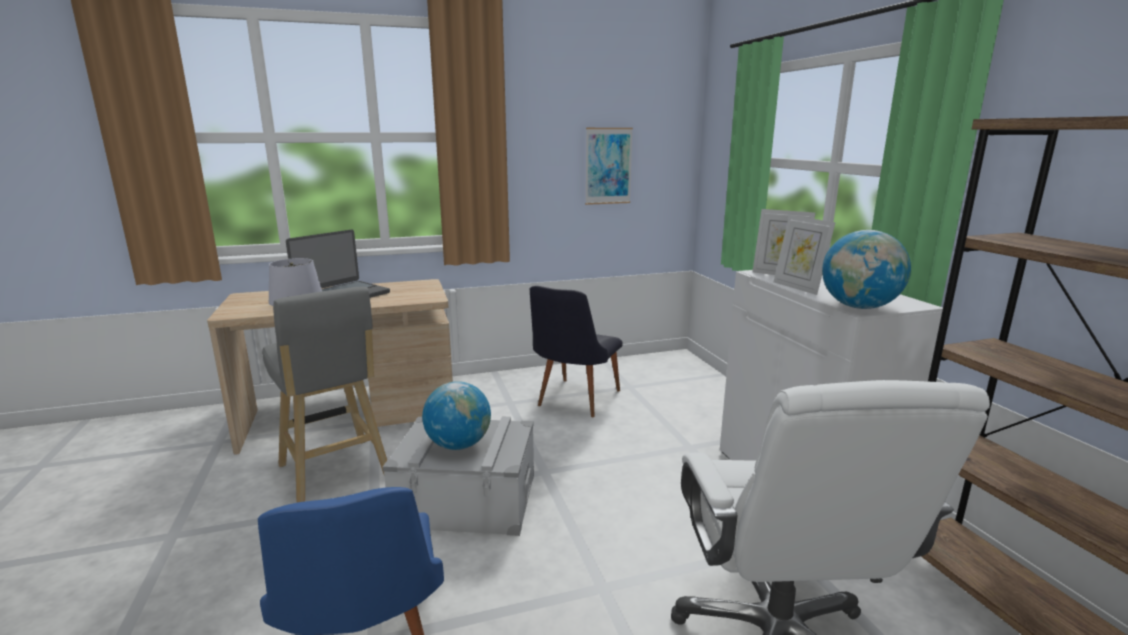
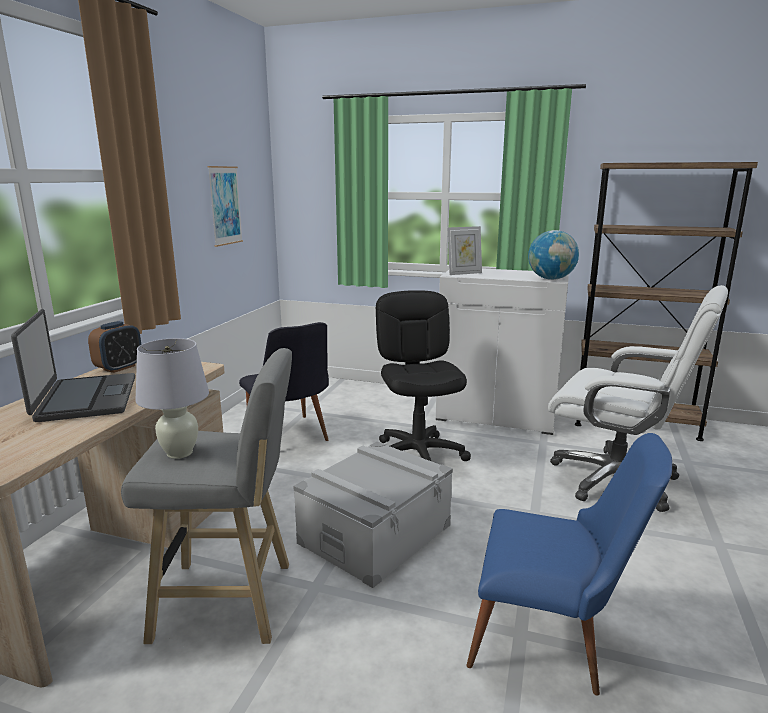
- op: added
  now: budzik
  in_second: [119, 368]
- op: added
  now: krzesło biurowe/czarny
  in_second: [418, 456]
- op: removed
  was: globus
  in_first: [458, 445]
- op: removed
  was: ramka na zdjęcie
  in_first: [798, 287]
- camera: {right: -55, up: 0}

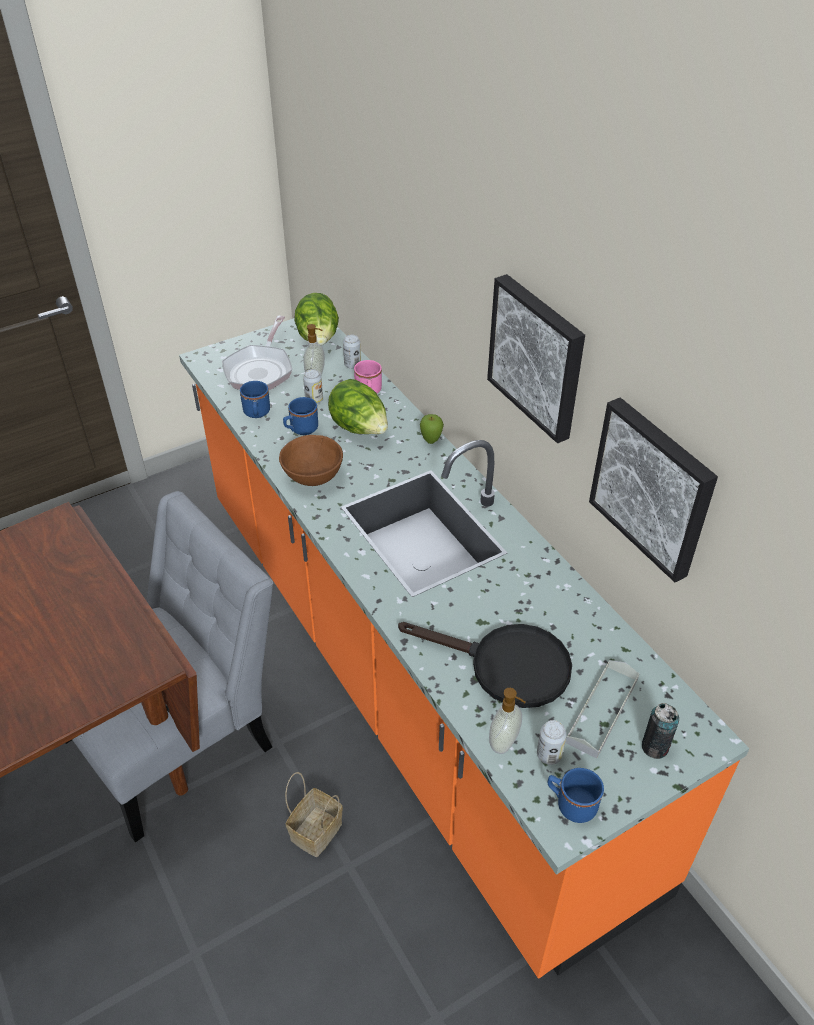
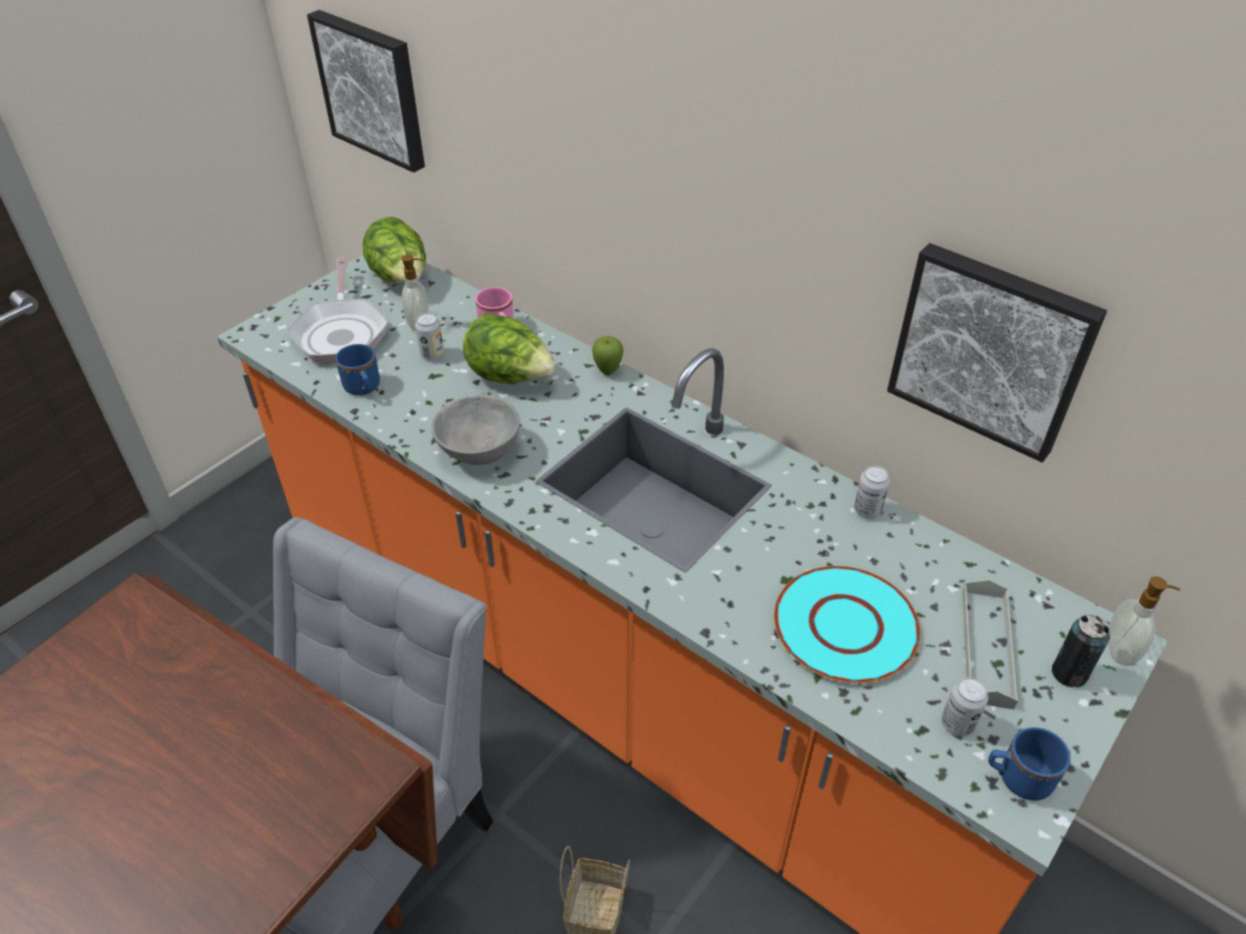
- op: moved
  was: obraz
  in_first: [538, 356]
  in_second: [373, 89]
- op: recoloured
  was: miska/brązowy
  now: miska/szary
  in_first: [312, 477]
  in_second: [478, 452]
- op: replaced
  was: patelnia/czarny
  now: talerz/turkusowy
  in_first: [506, 666]
  in_second: [846, 626]
- op: moved
  was: puszka
  in_first: [352, 365]
  in_second: [867, 510]
- op: moved
  was: dozownik mydła
  in_first: [505, 742]
  in_second: [1121, 651]
- op: removed
  was: kubek/niebieski
  in_first: [300, 429]
- camera: {right: -20, up: 0}

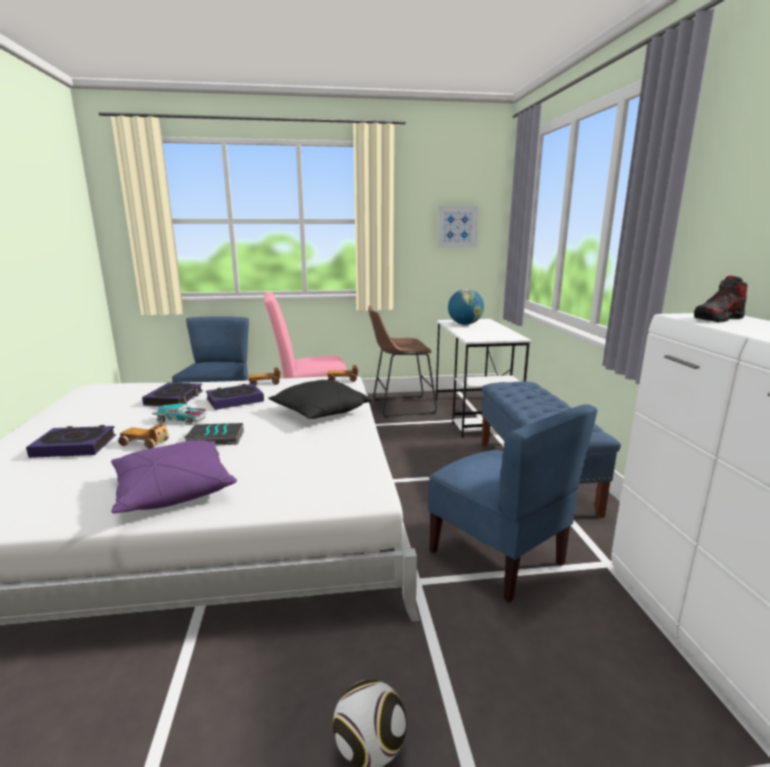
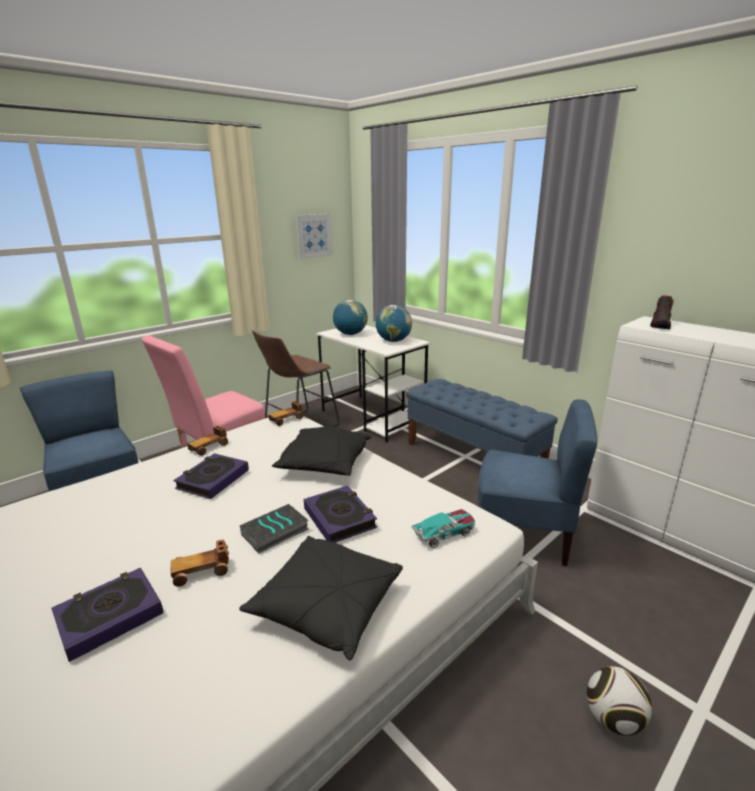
- op: recoloured
  was: poduszka/fioletowy
  now: poduszka/czarny
  in_first: [173, 490]
  in_second: [326, 606]
- op: moved
  was: książka
  in_first: [174, 398]
  in_second: [340, 518]
- op: added
  now: globus
  in_second: [393, 341]
- op: moved
  was: samochodzik
  in_first: [182, 420]
  in_second: [444, 533]
- camera: {right: -35, up: 5}

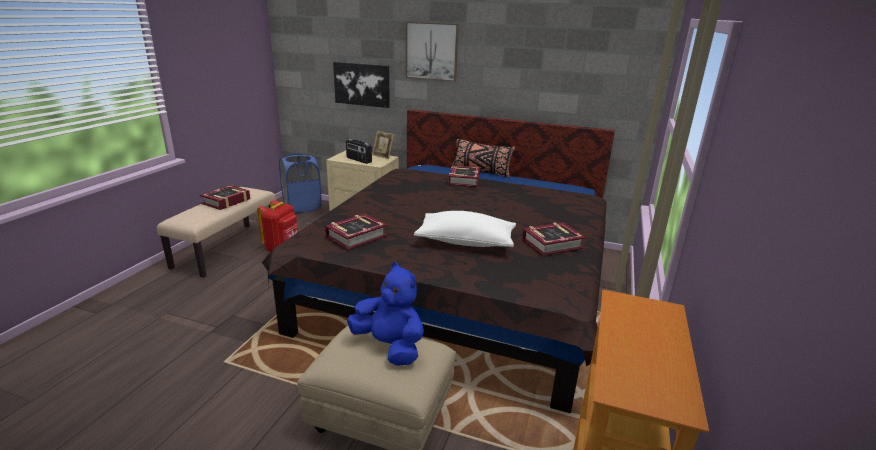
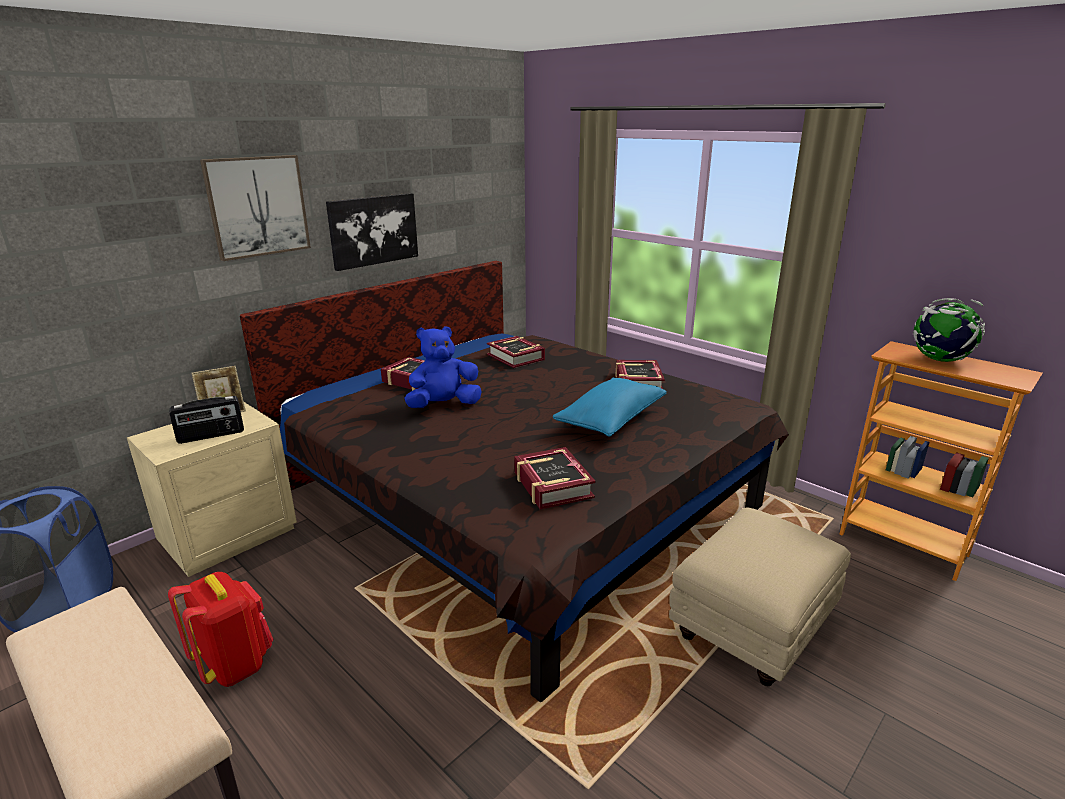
- op: moved
  was: obraz
  in_first: [362, 84]
  in_second: [373, 230]
- op: moved
  was: pluszak/niebieski
  in_first: [390, 346]
  in_second: [443, 405]
- op: moved
  was: książka
  in_first: [226, 201]
  in_second: [516, 357]
- op: recoloured
  was: poduszka/biały
  now: poduszka/niebieski
  in_first: [465, 242]
  in_second: [611, 420]
- op: added
  now: globus
  in_second: [939, 360]
- op: removed
  was: poduszka/czarny
  in_first: [481, 171]
- camera: {right: -65, up: 0}

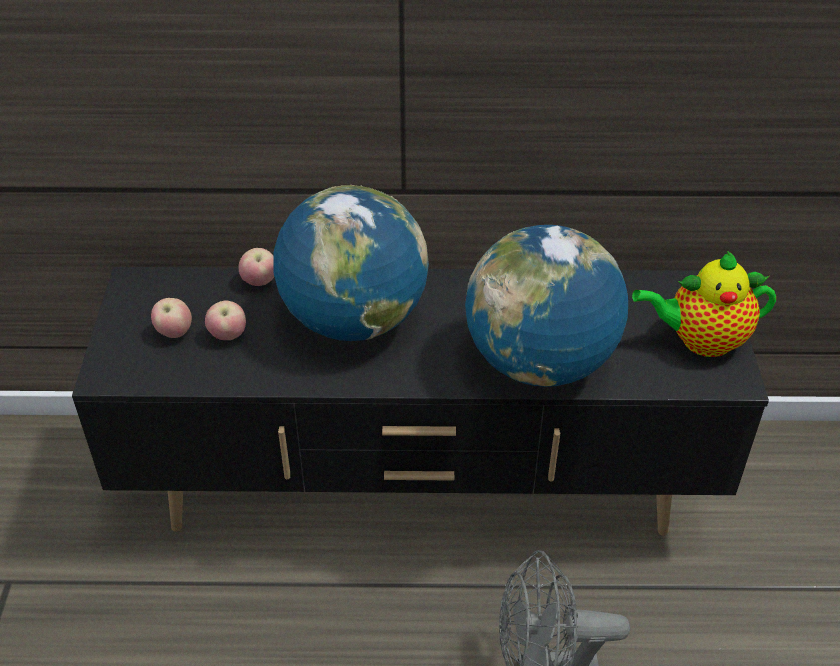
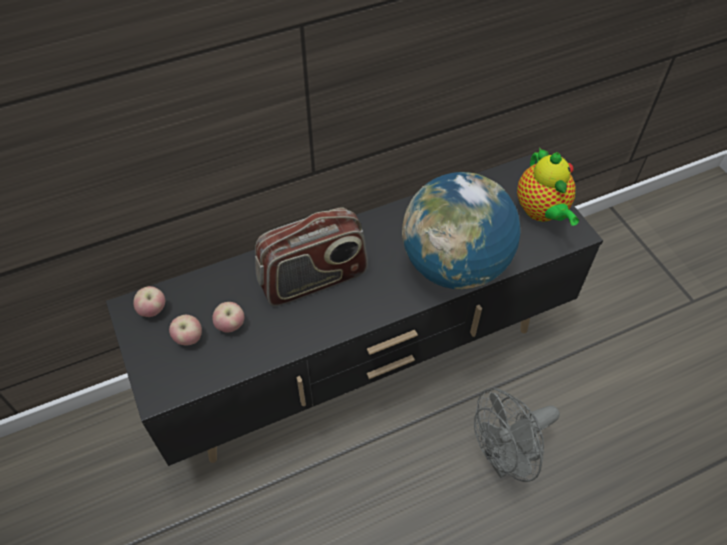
- op: moved
  was: jabłko
  in_first: [259, 282]
  in_second: [153, 310]
- op: replaced
  was: globus
  now: radio
  in_first: [354, 320]
  in_second: [313, 280]
- op: turned
  was: imbryk
  in_first: [700, 340]
  in_second: [542, 212]
  clockwise: -75
- camera: {right: -25, up: 10}

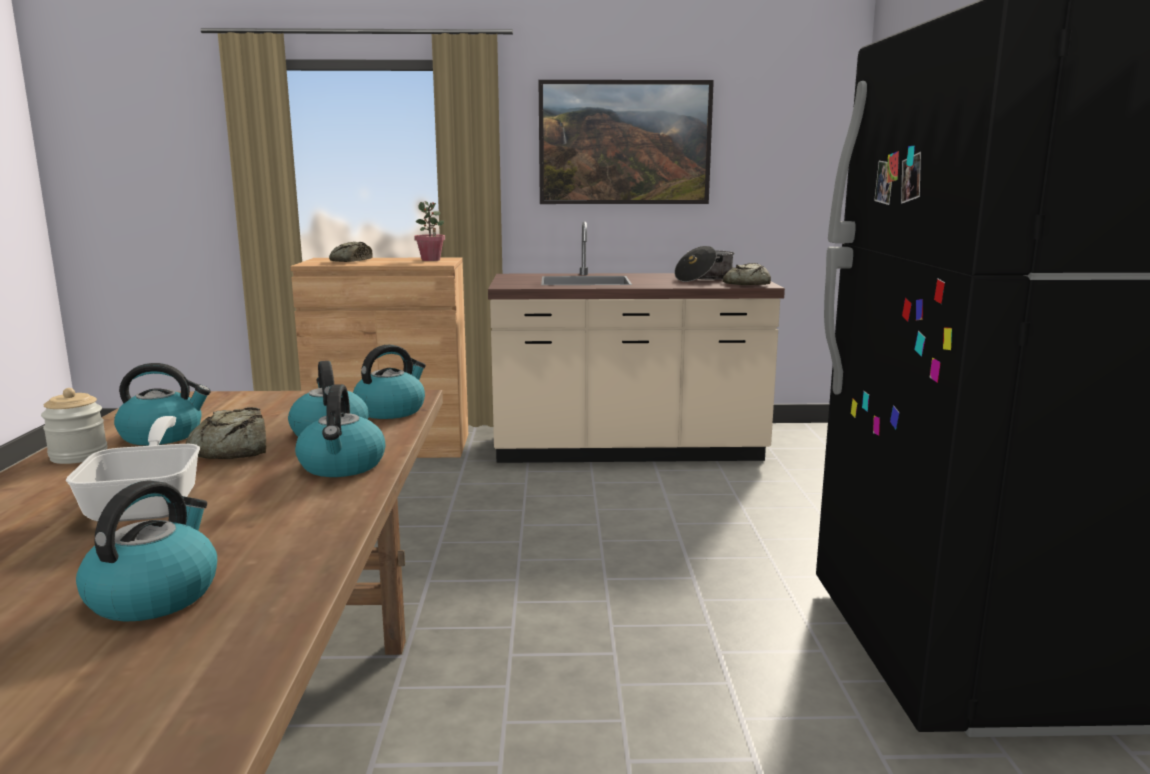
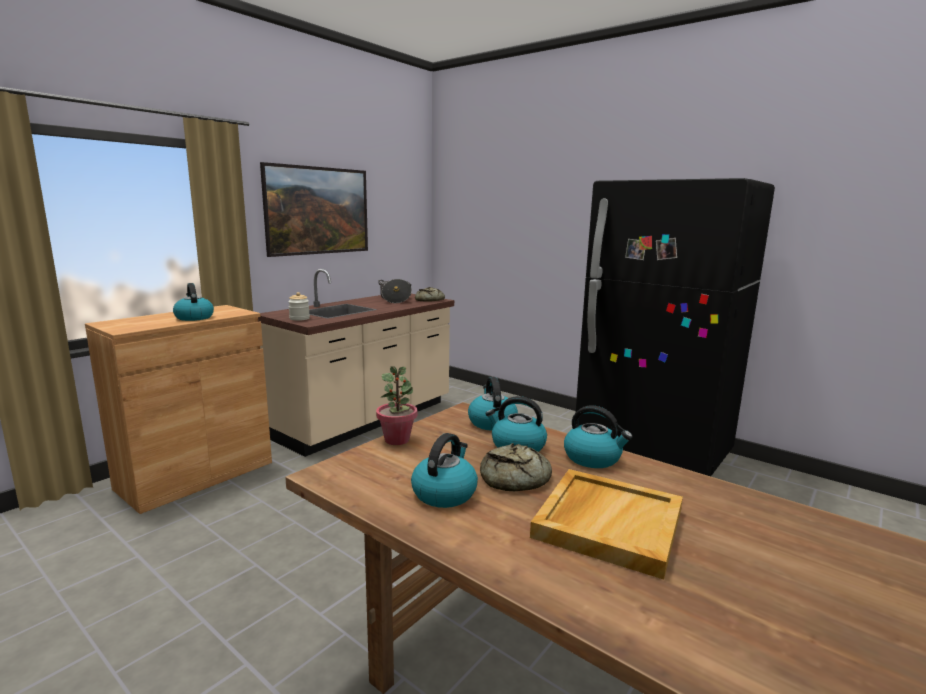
- op: moved
  was: czajnik
  in_first: [154, 595]
  in_second: [194, 317]
- op: moved
  was: słoik
  in_first: [79, 456]
  in_second: [299, 318]
- op: moved
  was: roślina doniczkowa
  in_first: [431, 260]
  in_second: [397, 440]
- op: replaced
  was: patelnia
  now: taca/beżowy
  in_first: [149, 502]
  in_second: [607, 522]
- op: removed
  was: chleb
  in_first: [350, 261]
- camera: {right: -50, up: 0}

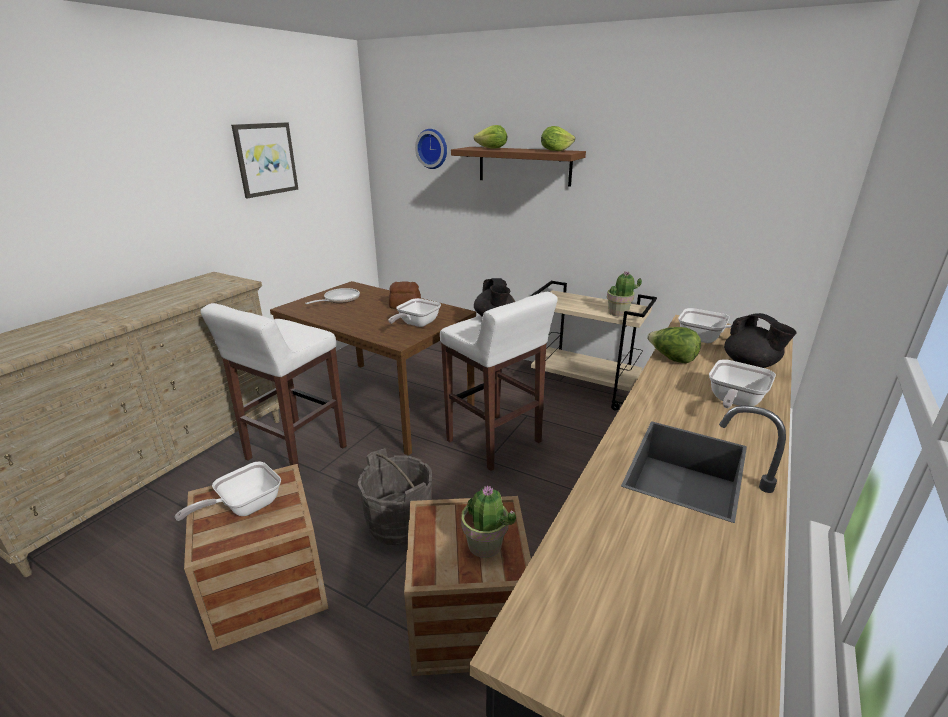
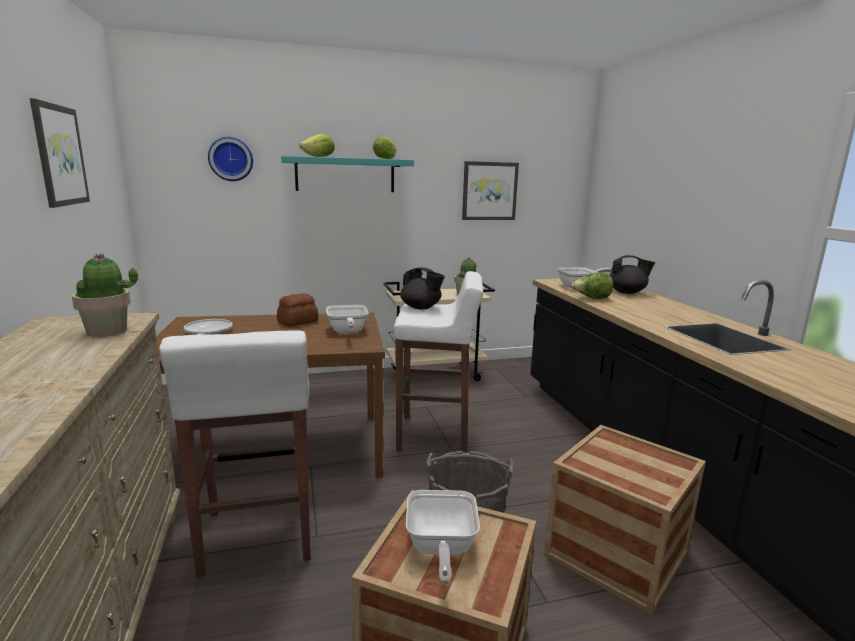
- op: moved
  was: roślina doniczkowa
  in_first: [485, 545]
  in_second: [107, 331]
- op: recoloured
  was: półka/brązowy
  now: półka/turkusowy
  in_first: [524, 166]
  in_second: [345, 175]
- op: added
  now: obraz
  in_second: [489, 191]
- op: removed
  was: patelnia
  in_first: [733, 402]
- camera: {right: -45, up: -10}

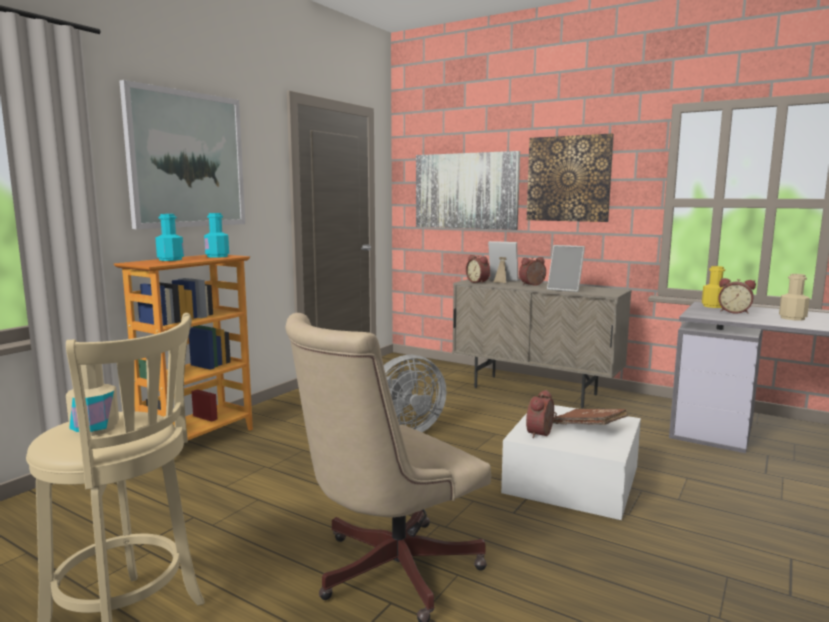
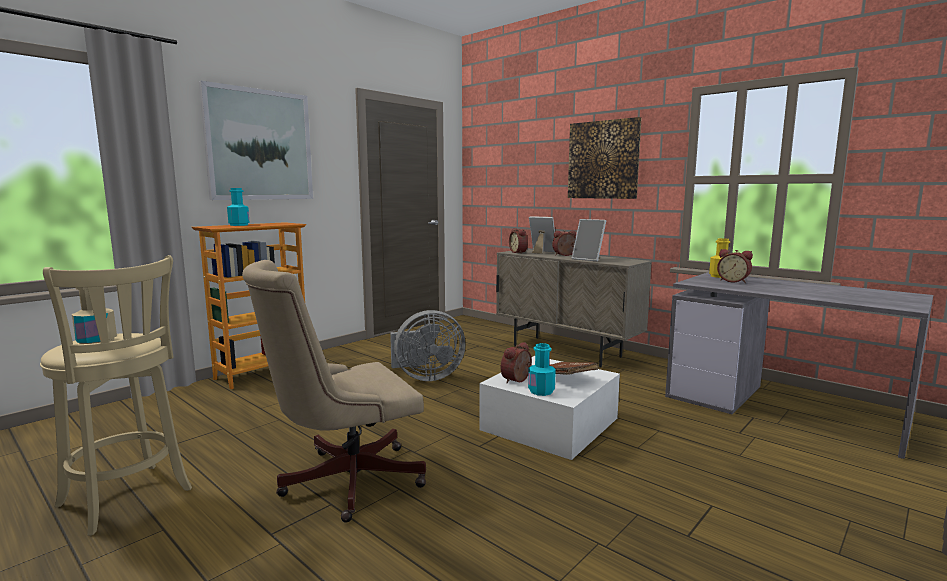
- op: moved
  was: butelka/turkusowy
  in_first: [217, 256]
  in_second: [541, 391]
- op: removed
  was: obraz
  in_first: [466, 191]
- op: removed
  was: butelka/beżowy
  in_first: [792, 318]
- camera: {right: 10, up: 0}

